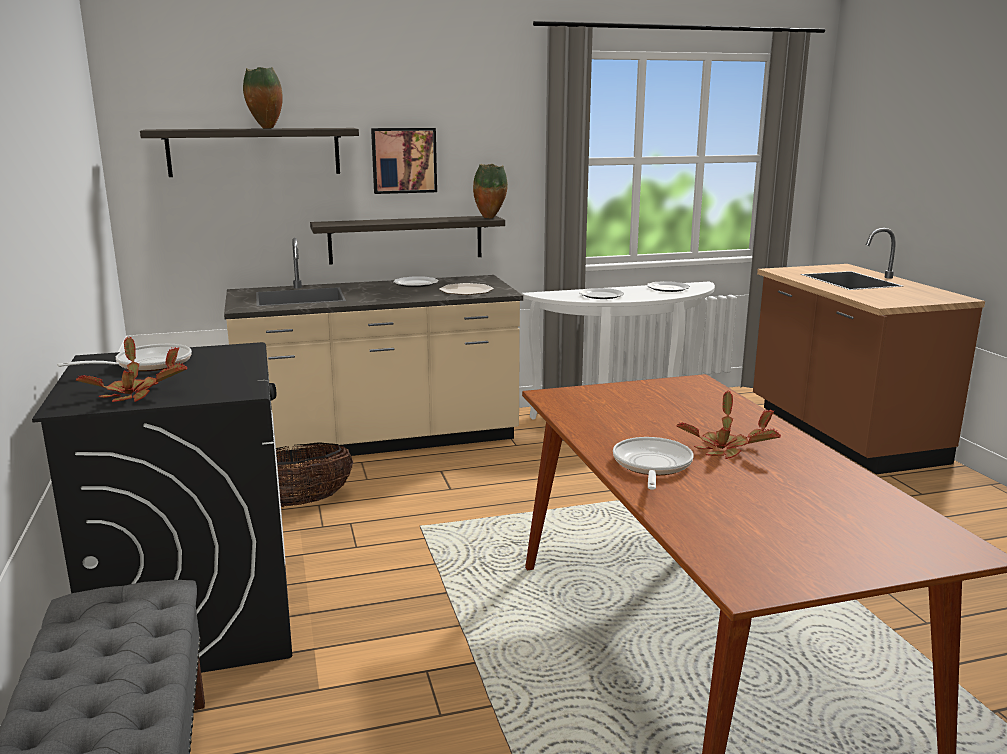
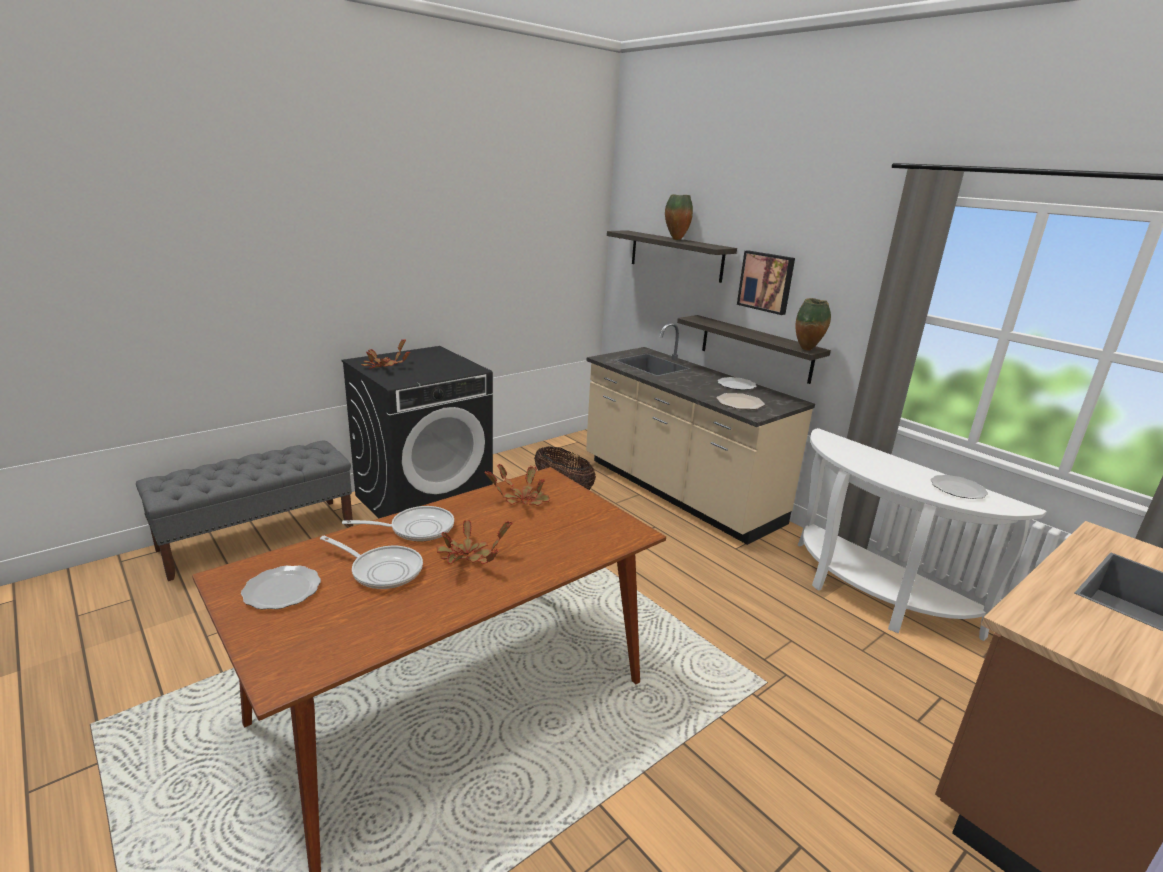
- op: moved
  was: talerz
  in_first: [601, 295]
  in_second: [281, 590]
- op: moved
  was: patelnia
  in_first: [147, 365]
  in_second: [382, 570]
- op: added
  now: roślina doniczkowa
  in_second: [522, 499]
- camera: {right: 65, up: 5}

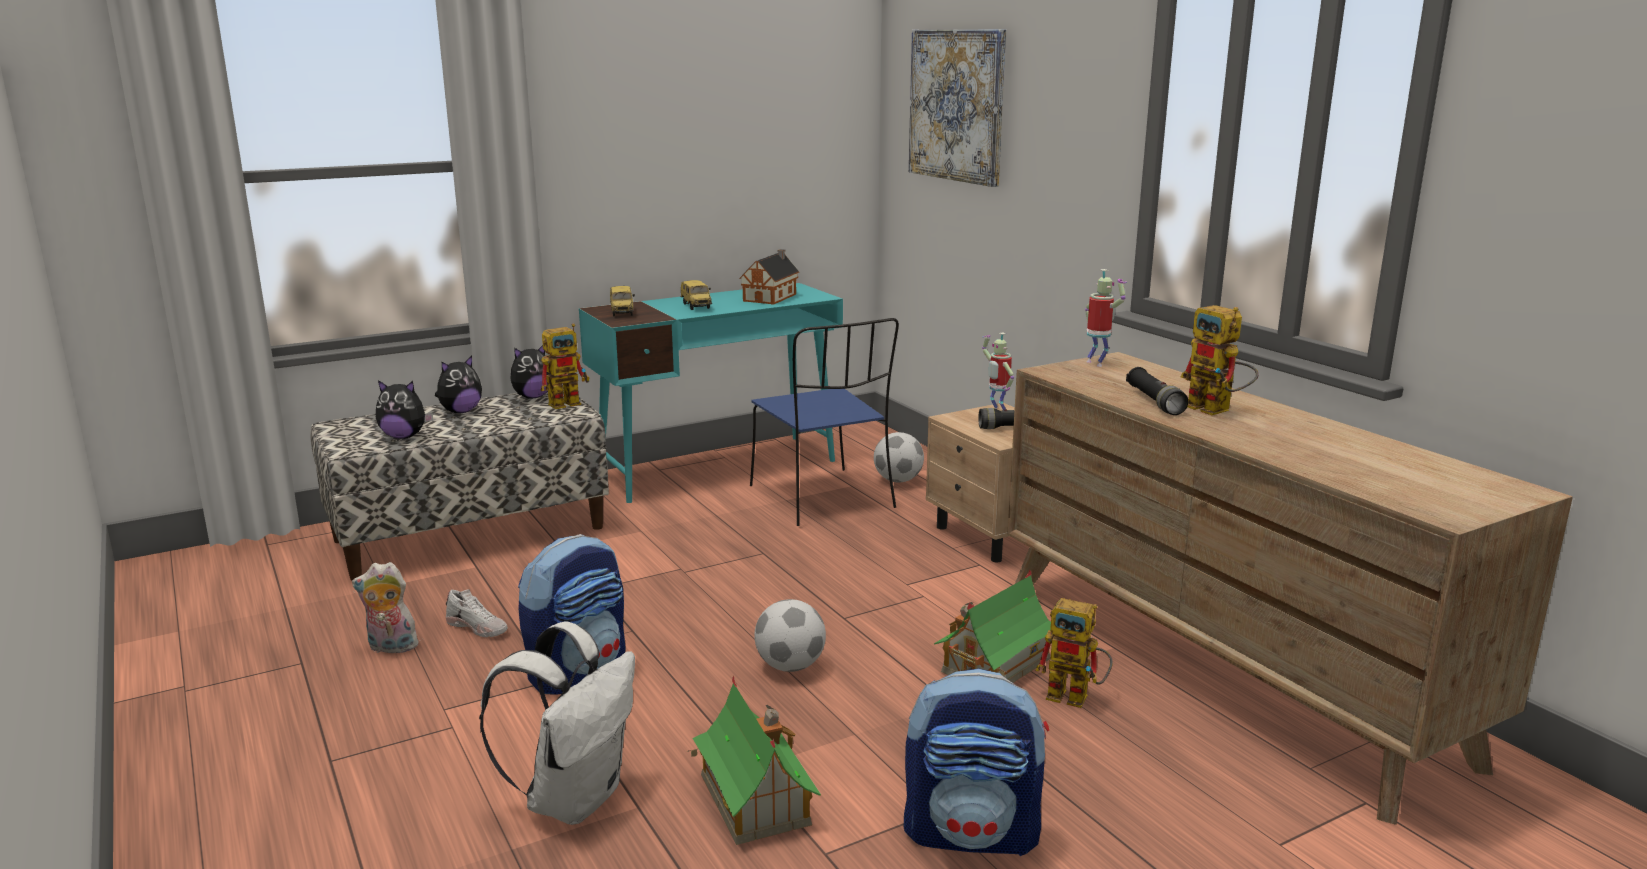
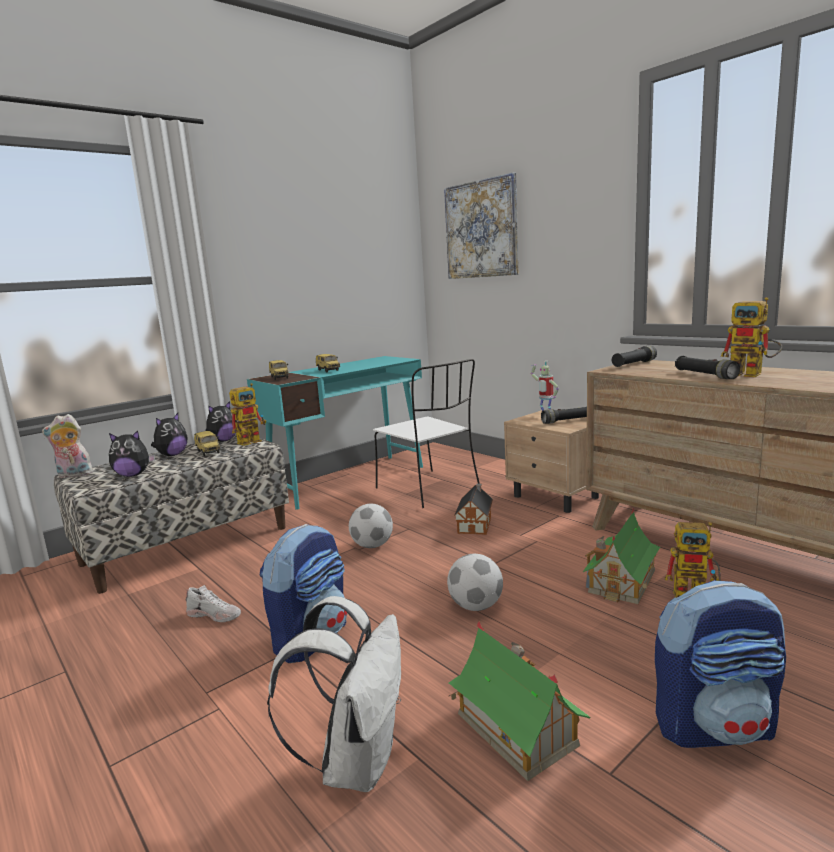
- op: moved
  was: pluszak
  in_first: [390, 648]
  in_second: [73, 475]
- op: added
  now: samochodzik
  in_second: [209, 452]
- op: moved
  was: piłka futbolowa
  in_first: [898, 480]
  in_second: [372, 546]
- op: recoloured
  was: krzesło/niebieski
  now: krzesło/biały
  in_first: [823, 498]
  in_second: [429, 489]
- op: moved
  was: domek
  in_first: [771, 297]
  in_second: [475, 524]
- op: replaced
  was: robot zabawkowy
  now: latarka/czarny
  in_first: [1097, 363]
  in_second: [634, 364]
- camera: {right: -10, up: -5}

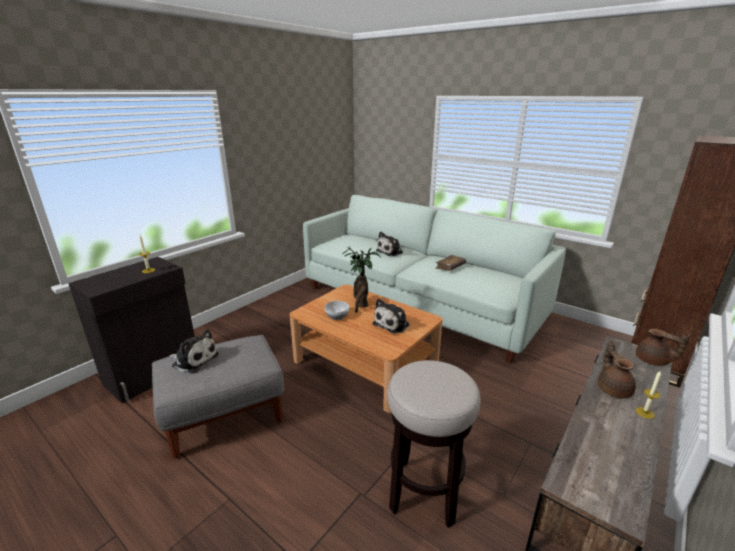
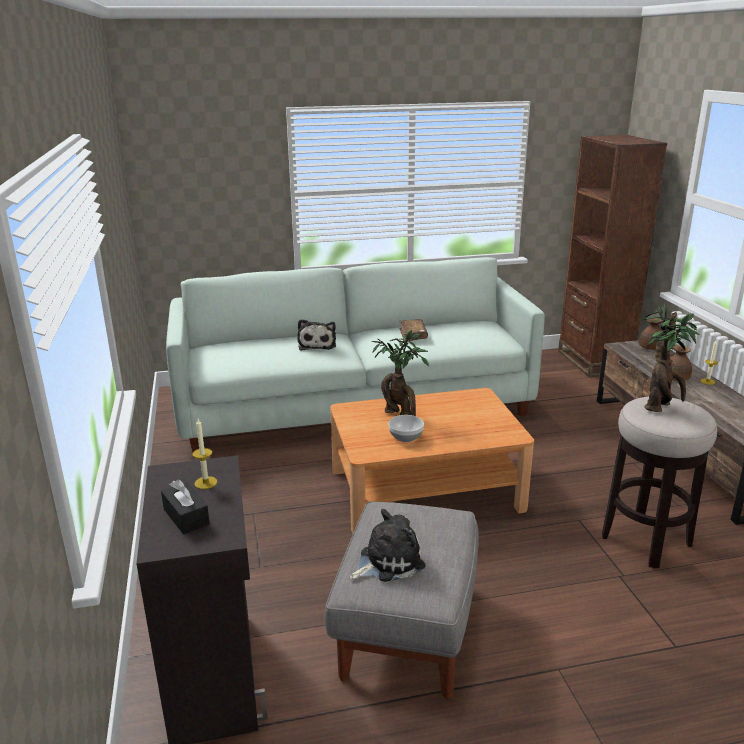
- op: added
  now: pudełko chusteczek/czarny
  in_second: [186, 517]
- op: added
  now: roślina doniczkowa
  in_second: [661, 406]
- op: removed
  was: pluszak
  in_first: [393, 324]
- camera: {right: -50, up: 0}

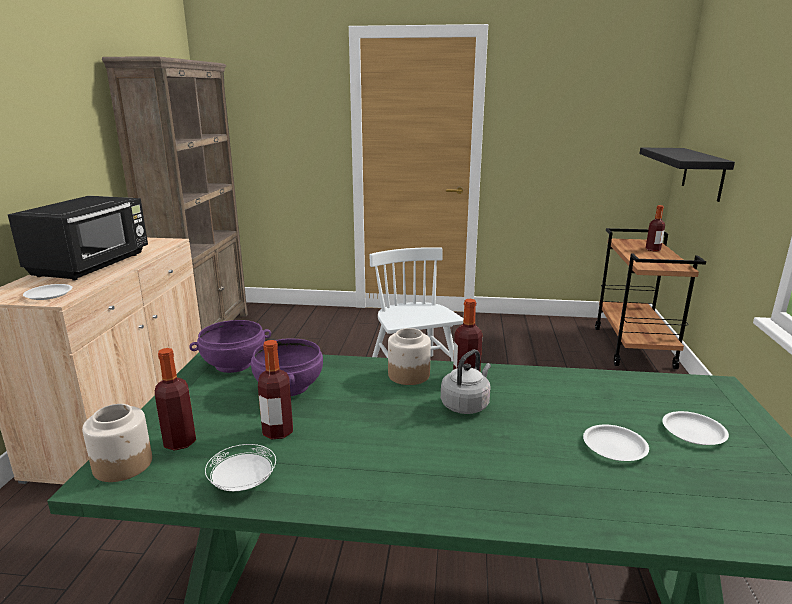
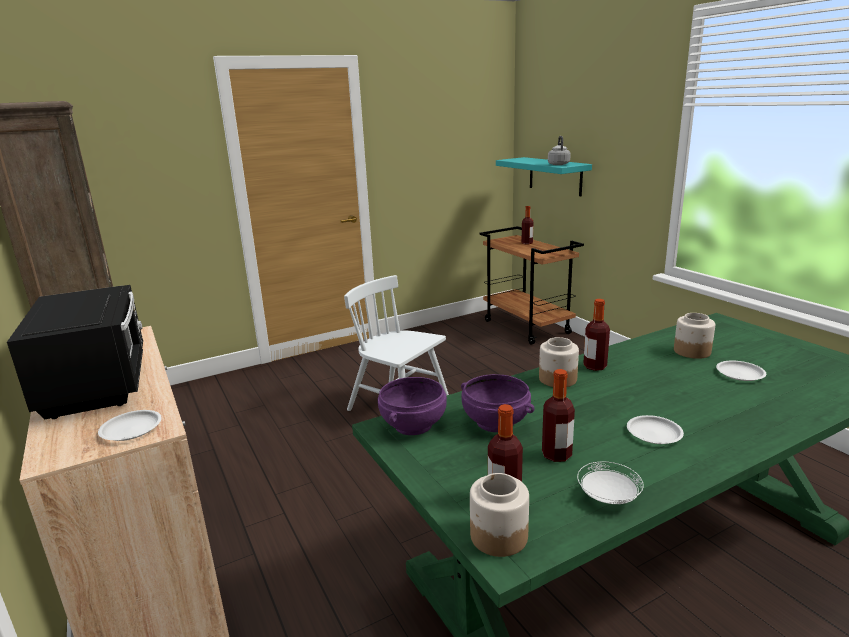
- op: recoloured
  was: półka/czarny
  now: półka/turkusowy
  in_first: [703, 173]
  in_second: [555, 176]
- op: moved
  was: czajnik/szary
  in_first: [466, 404]
  in_second: [558, 164]
- op: moved
  was: talerz/biały
  in_first: [694, 432]
  in_second: [654, 433]
- op: added
  now: słoik
  in_second: [691, 351]
- camera: {right: -35, up: 0}

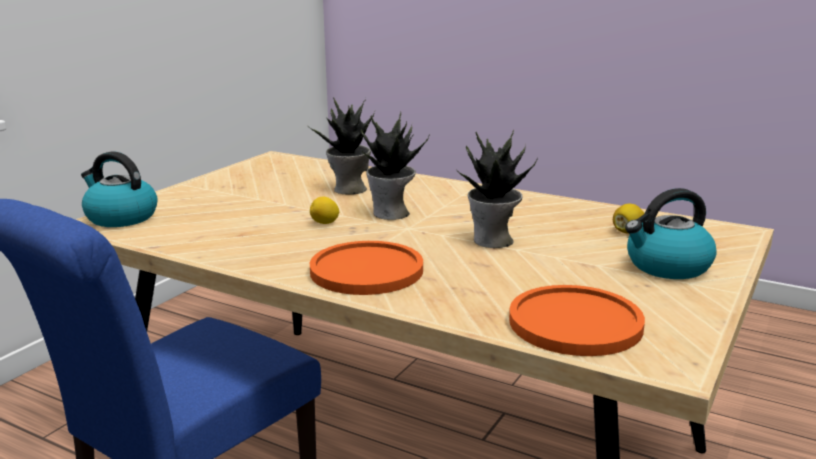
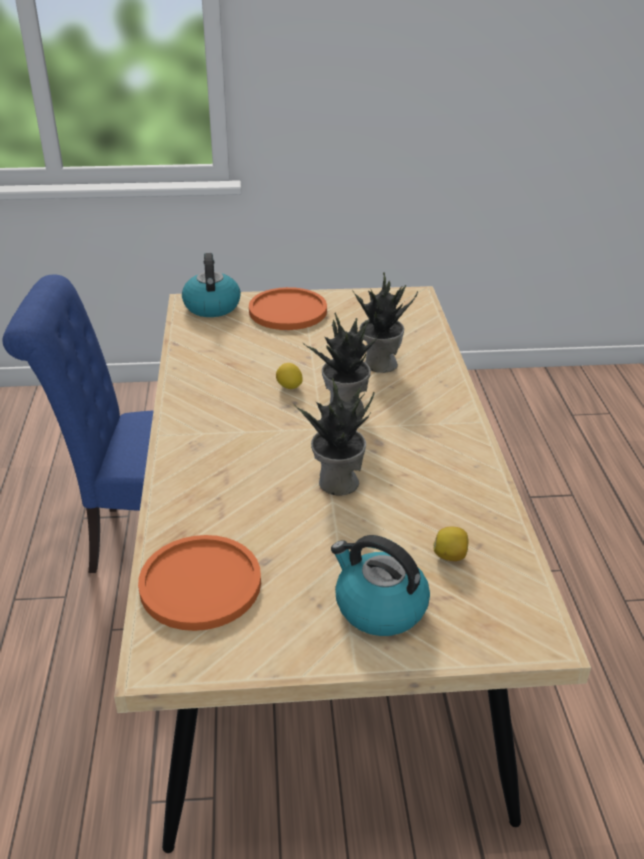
- op: moved
  was: talerz/pomarańczowy
  in_first: [366, 270]
  in_second: [288, 311]
- camera: {right: 55, up: 15}

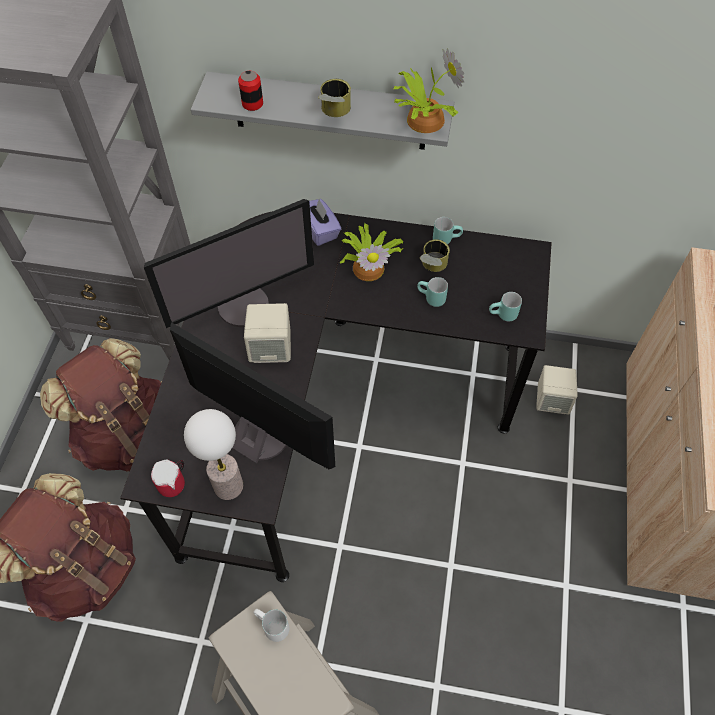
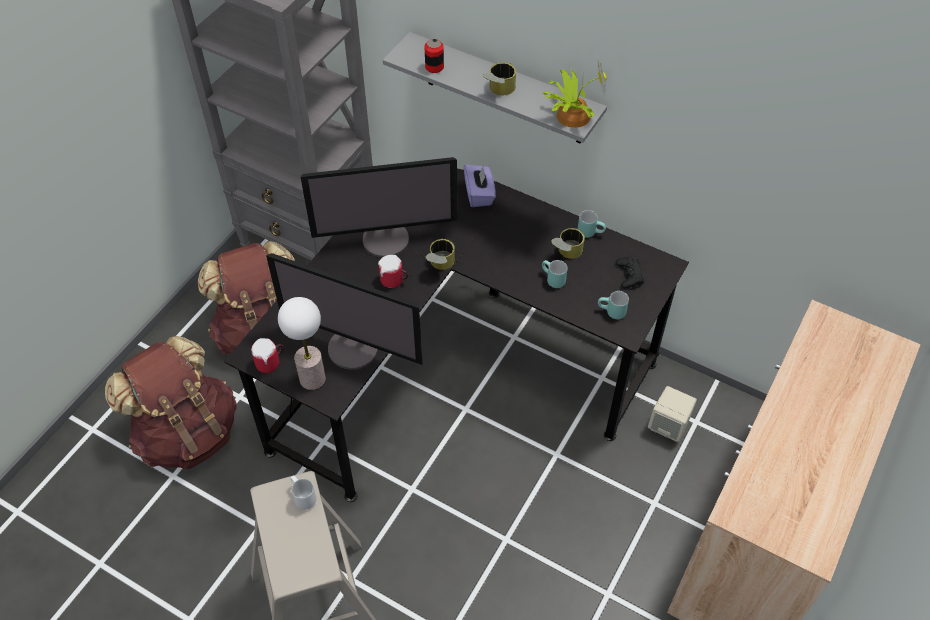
- op: turned
  was: monitor
  in_first: [259, 435]
  in_second: [354, 347]
  clockwise: 150
- op: replaced
  was: głośnik/beżowy
  now: kubek
  in_first: [271, 349]
  in_second: [394, 281]
- op: added
  now: puszka
  in_second: [440, 266]
- op: added
  now: pad do gier/czarny
  in_second: [629, 275]
- op: removed
  was: roślina doniczkowa
  in_first: [369, 266]
- camera: {right: 20, up: -5}

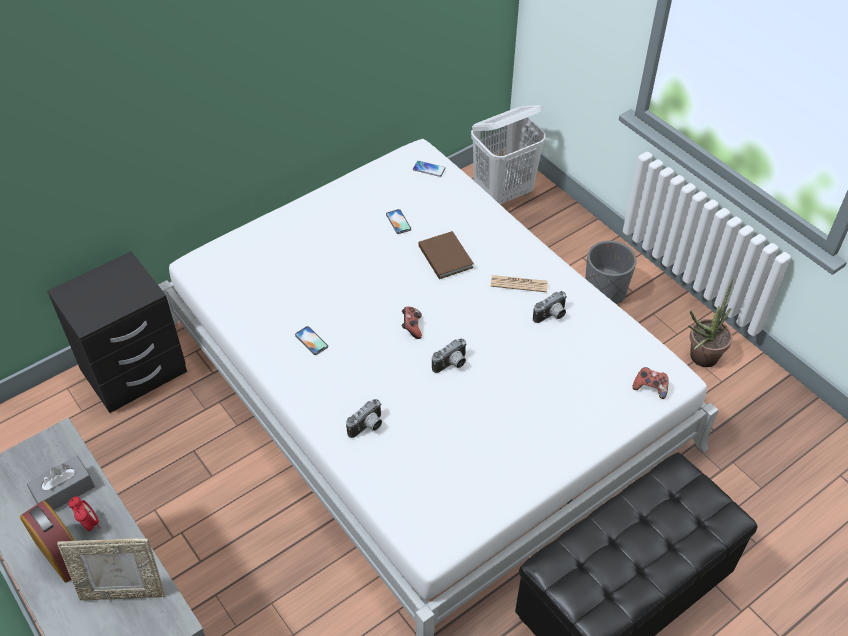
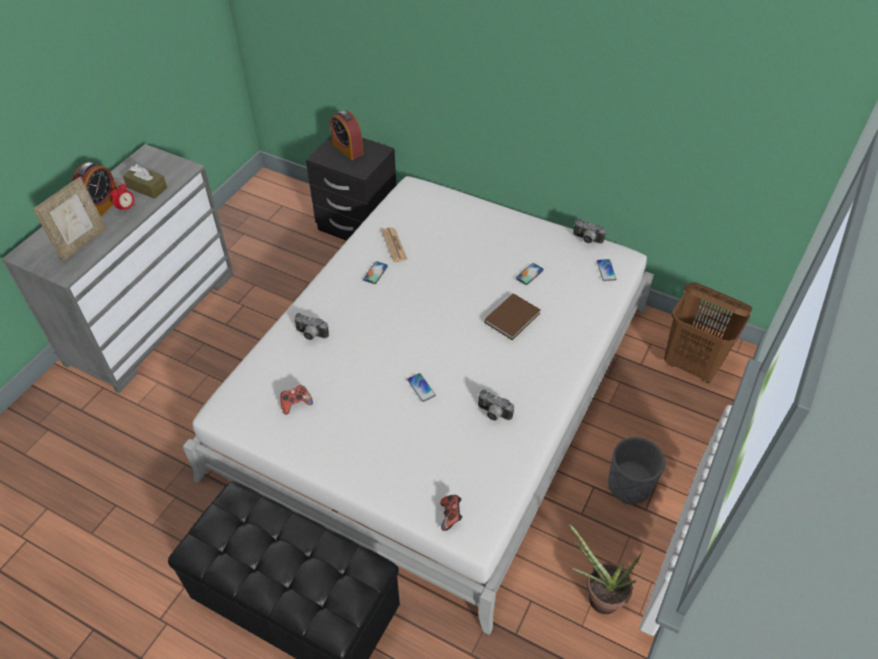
- op: turned
  was: ramka na zdjęcie
  in_first: [124, 592]
  in_second: [82, 243]
  clockwise: -120
- op: recoloured
  was: pudełko chusteczek/szary
  now: pudełko chusteczek/brązowy
  in_first: [64, 491]
  in_second: [147, 188]
- op: moved
  was: pad do gier
  in_first: [411, 327]
  in_second: [296, 404]
- op: added
  now: budzik
  in_second: [347, 149]
- op: moved
  was: gazeta
  in_first: [519, 284]
  in_second: [394, 245]
- op: added
  now: telefon
  in_second: [421, 387]
- op: moved
  was: aparat fotograficzny
  in_first: [452, 365]
  in_second: [586, 240]
- op: recoloured
  was: kosz na pranie/biały
  now: kosz na pranie/brązowy
  in_first: [503, 193]
  in_second: [692, 365]
- camera: {right: 65, up: 0}

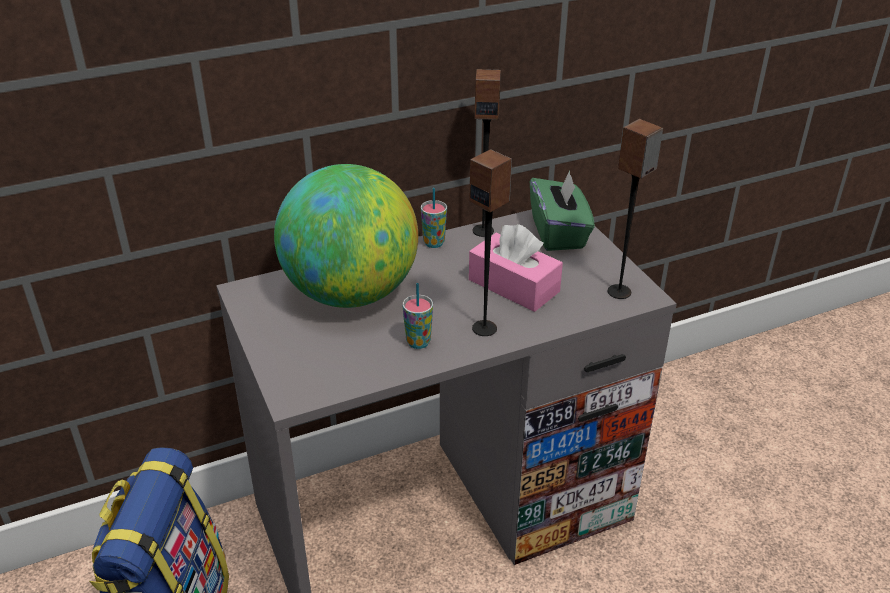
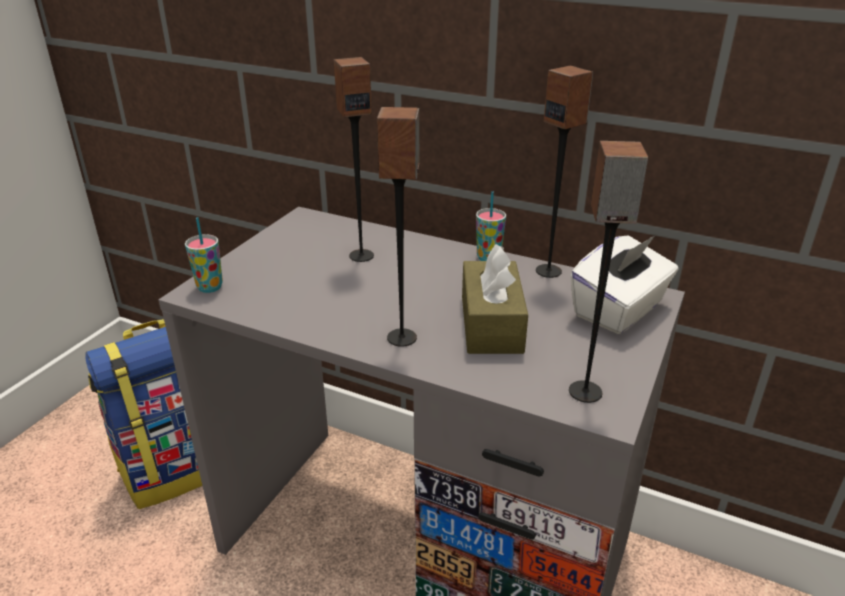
- op: moved
  was: filiżanka
  in_first: [418, 342]
  in_second: [210, 287]
- op: replaced
  was: globus
  now: głośnik
  in_first: [351, 293]
  in_second: [361, 255]
- op: recoloured
  was: pudełko chusteczek/różowy
  now: pudełko chusteczek/brązowy
  in_first: [513, 286]
  in_second: [491, 324]
- op: recoloured
  was: pudełko chusteczek/zielony
  now: pudełko chusteczek/biały
  in_first: [559, 233]
  in_second: [619, 310]
- camera: {right: 50, up: -5}

